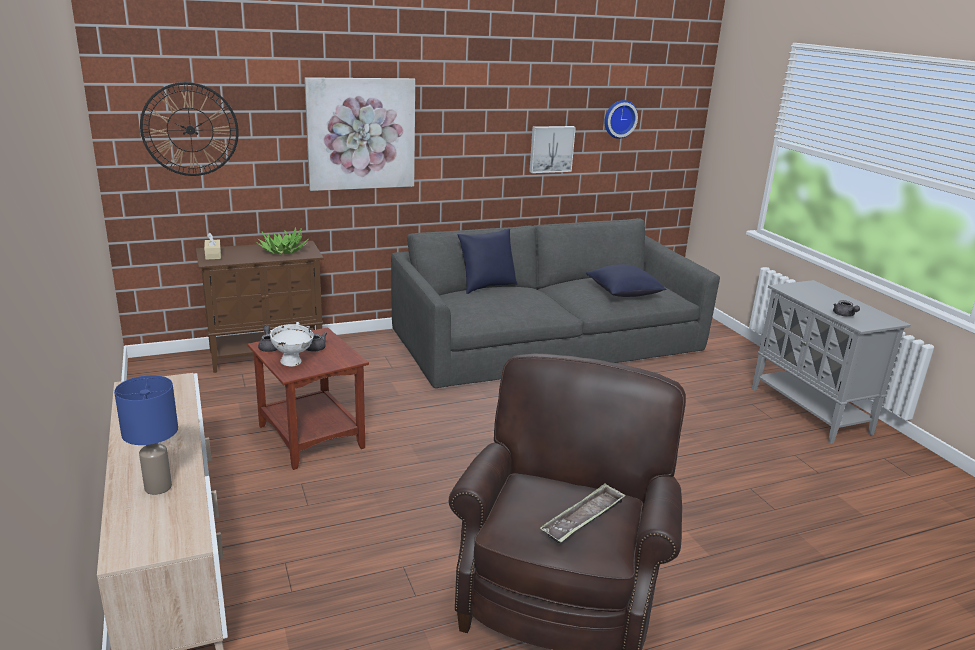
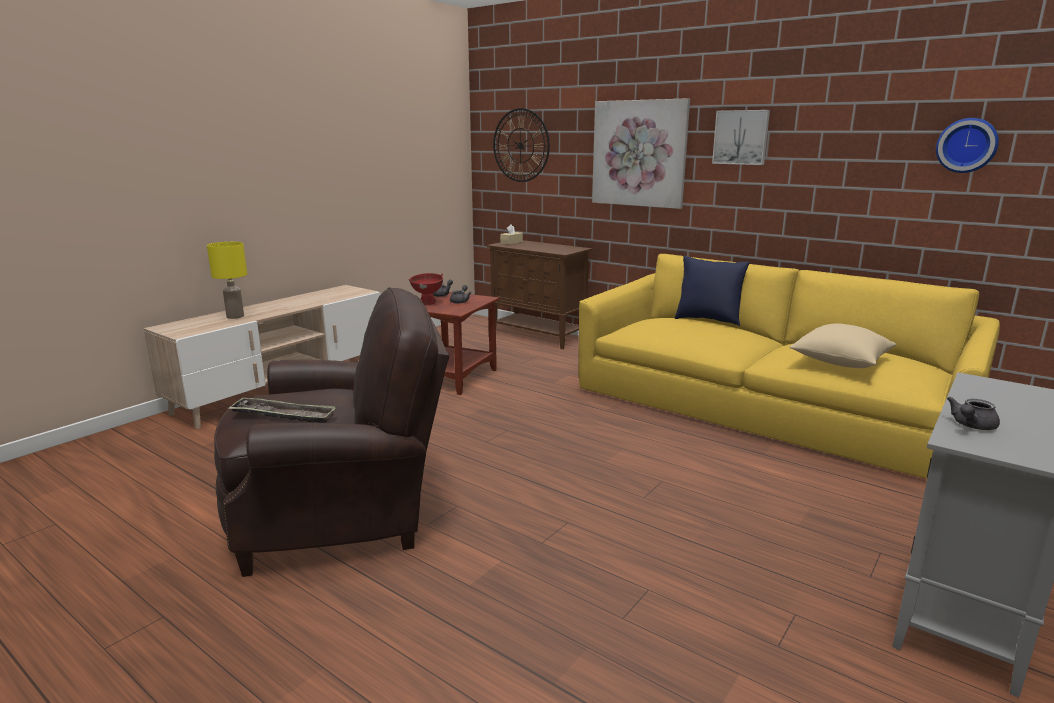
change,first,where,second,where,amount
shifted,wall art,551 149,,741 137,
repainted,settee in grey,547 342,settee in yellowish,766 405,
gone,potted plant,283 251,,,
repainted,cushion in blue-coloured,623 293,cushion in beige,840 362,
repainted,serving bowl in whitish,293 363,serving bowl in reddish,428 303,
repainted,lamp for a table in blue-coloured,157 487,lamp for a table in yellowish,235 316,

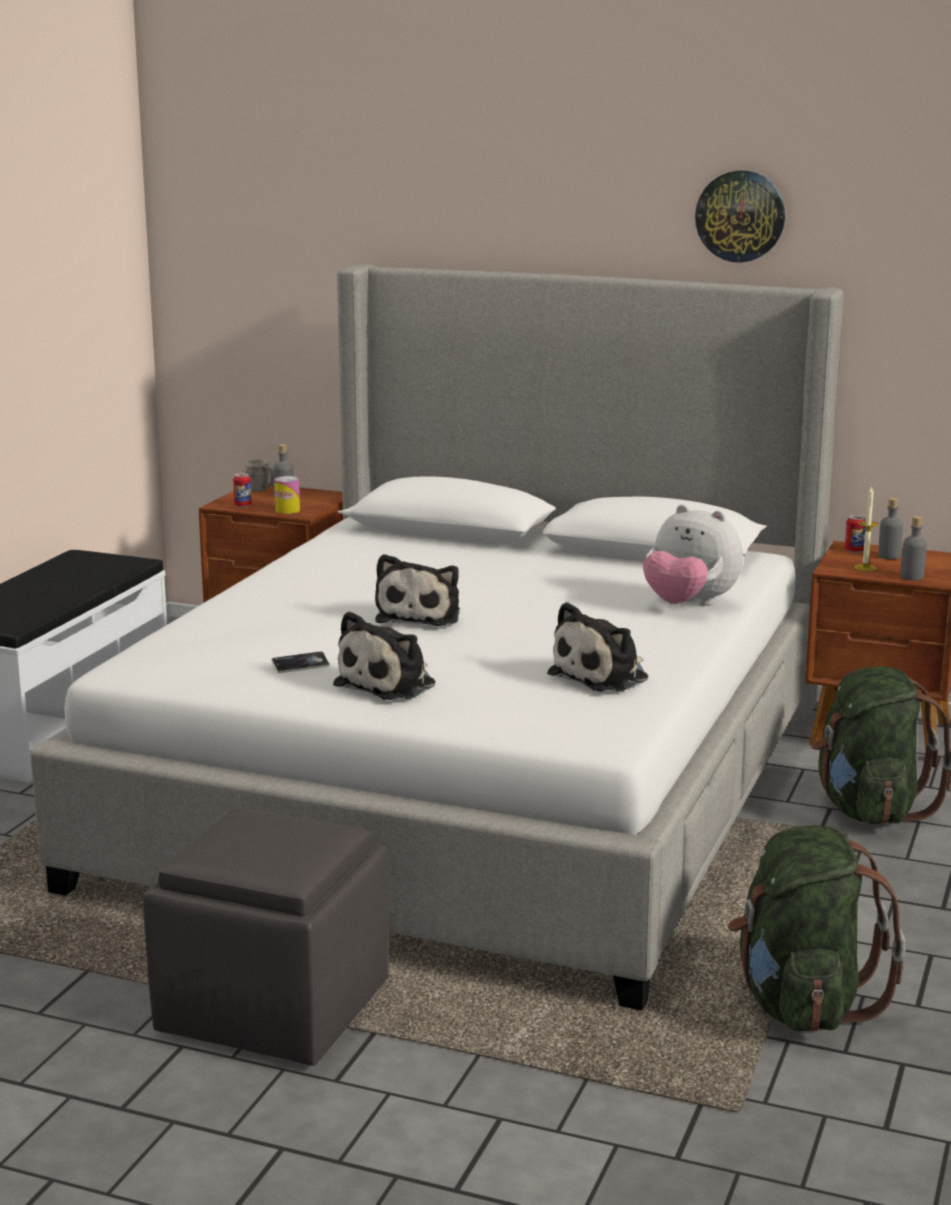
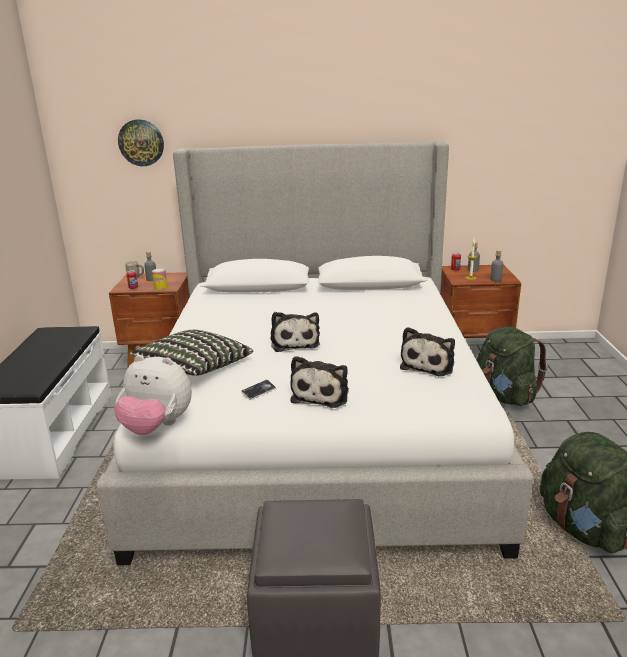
change,first,where,second,where,amount
shifted,wall clock,740 216,,141 142,
shifted,cuddly toy,689 605,,157 427,
new,,,cushion,194 369,

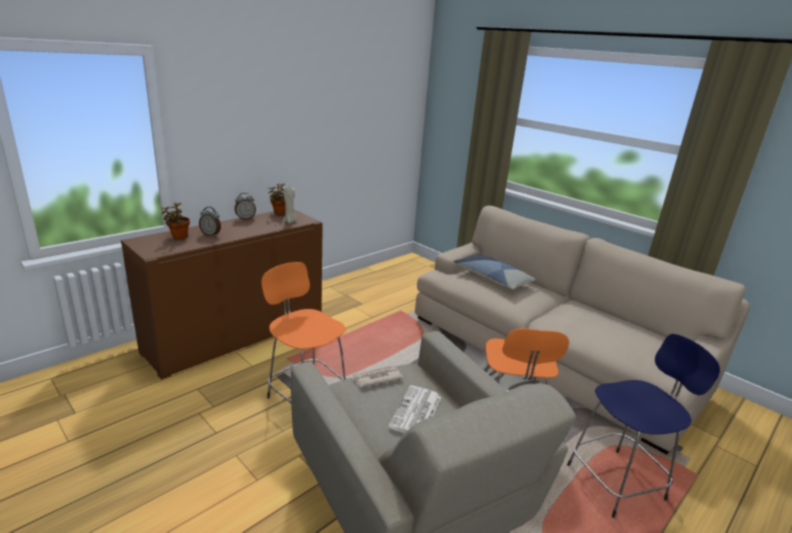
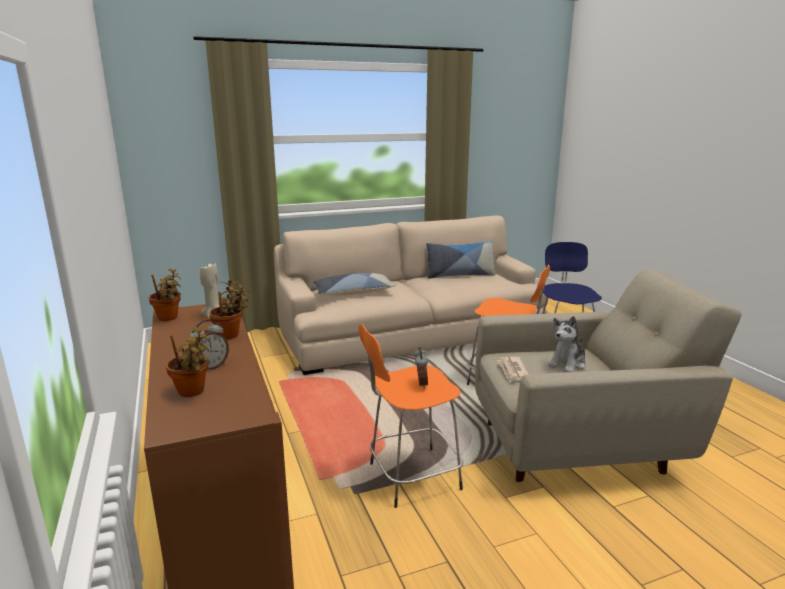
change,first,where,second,where,amount
shifted,bedside clock,245 218,,420 384,
swapped,newspaper,416 412,cuddly toy,567 364,
new,,,cushion,460 275,
new,,,potted plant,230 334,

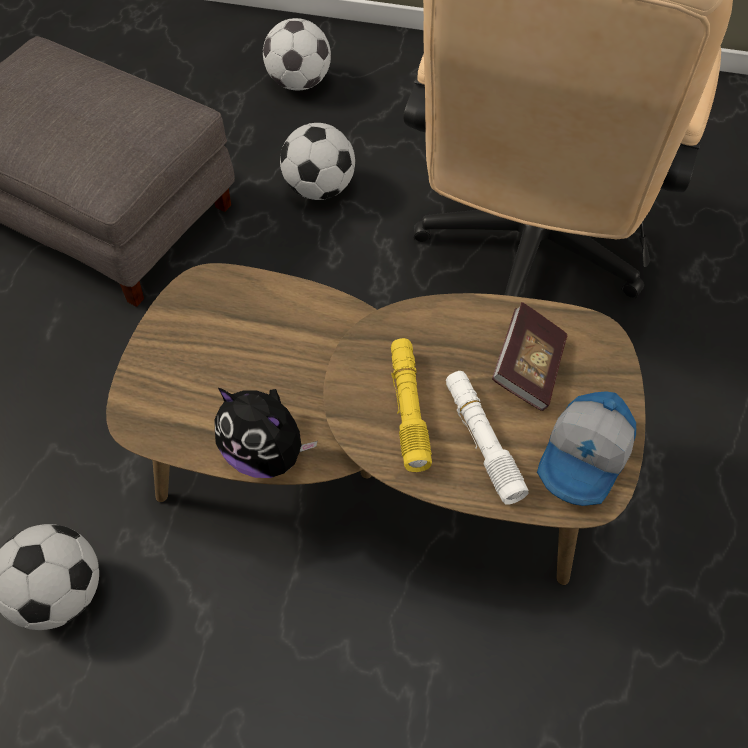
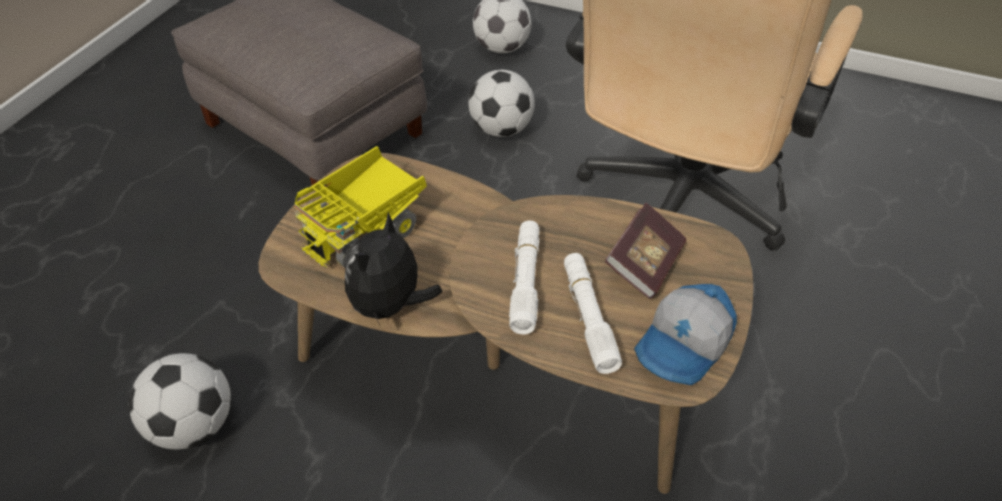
change,first,where,second,where,amount
repainted,hand torch in yellowish,408 409,hand torch in whitish,525 282,
rotated,cuddly toy,266 453,,390 306,75 degrees clockwise
new,,,model truck,366 231,

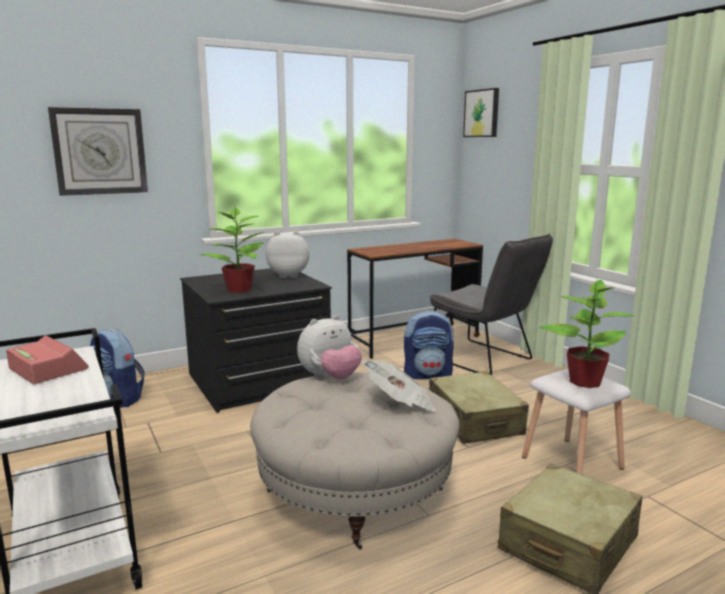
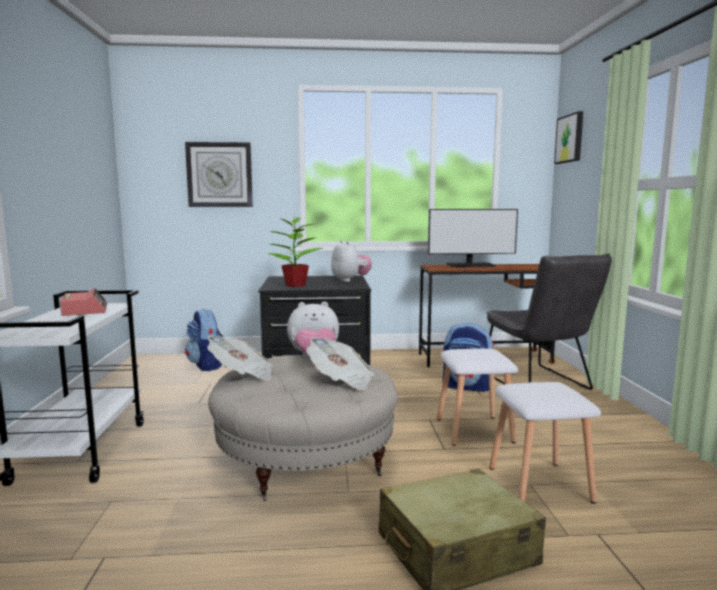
change,first,where,second,where,amount
rotated,cuddly toy,288 275,,350 280,45 degrees clockwise
gone,potted plant,584 381,,,
swapped,suitcase in beige,474 421,stool seat in whitish,473 429,
new,,,monitor,470 265,
new,,,newspaper,242 375,

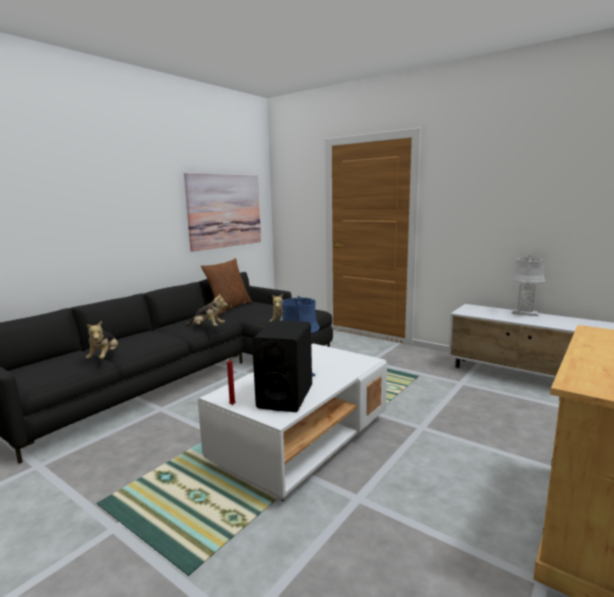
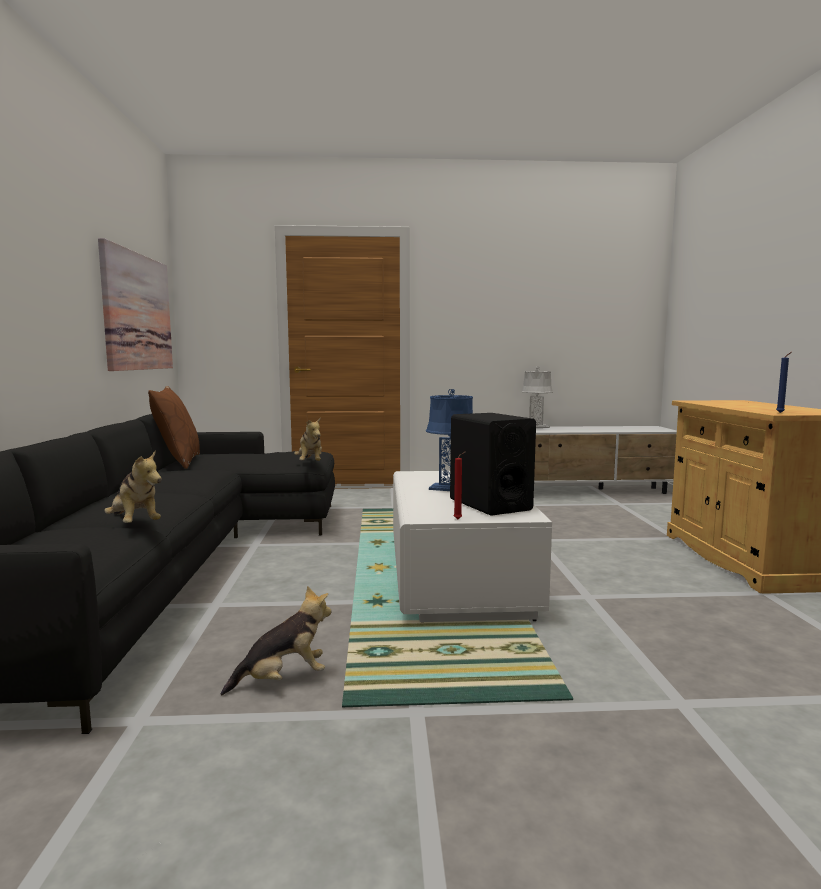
change,first,where,second,where,amount
shifted,cuddly toy,207 327,,283 679,
new,,,wax candle in blue-coloured,781 413,

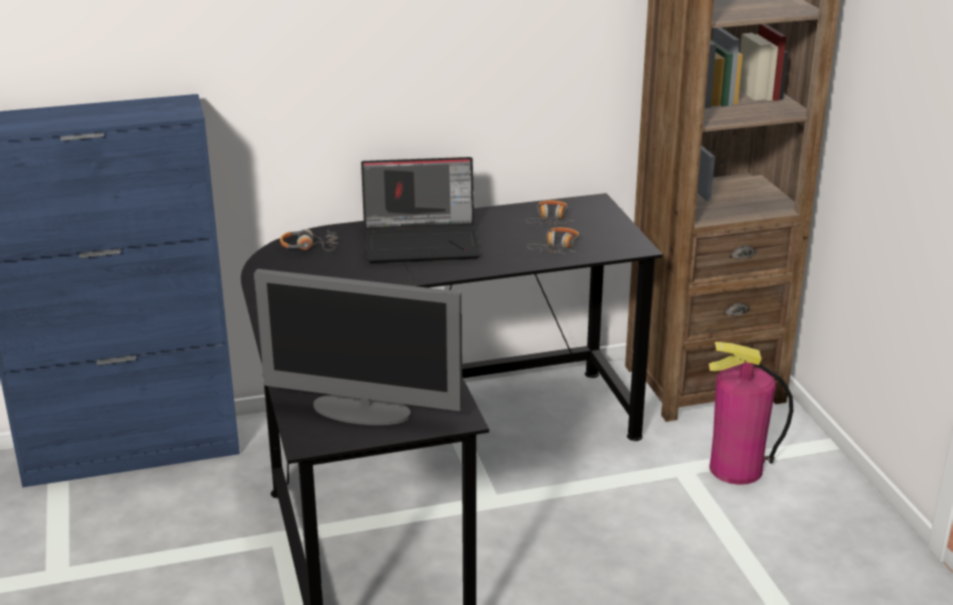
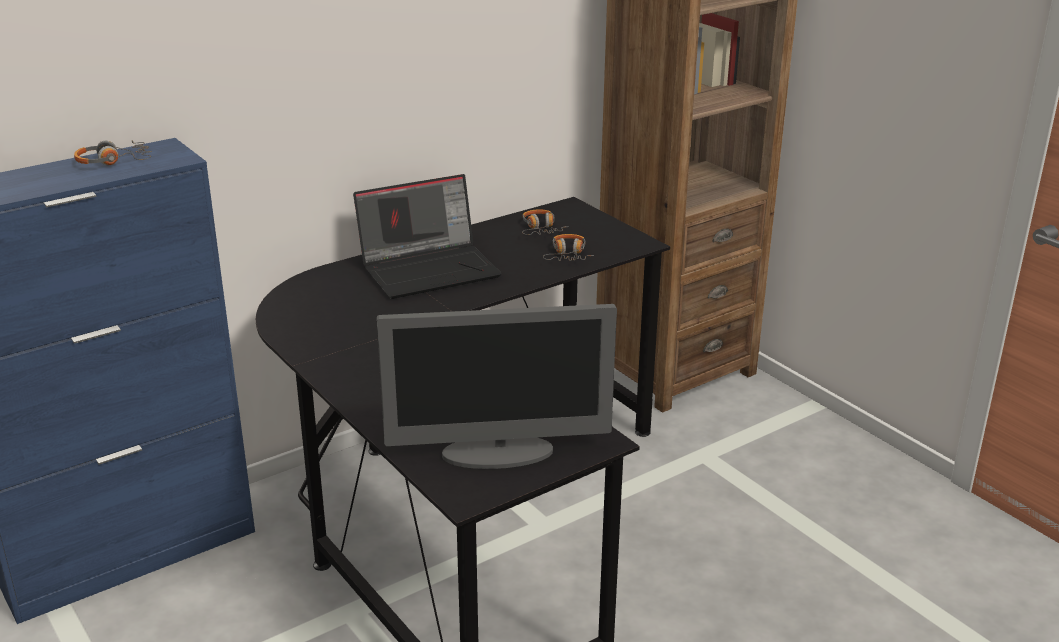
change,first,where,second,where,amount
shifted,headphones,309 246,,114 161,
gone,extinguisher,736 469,,,

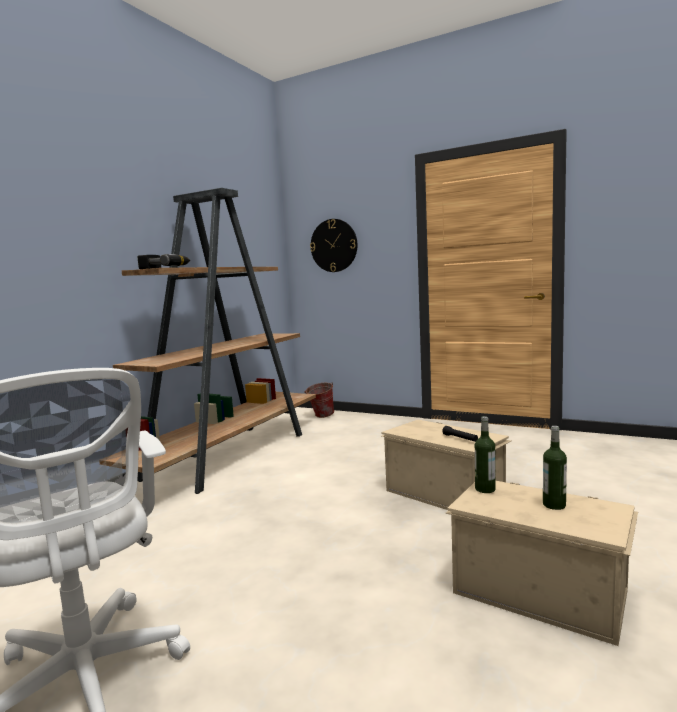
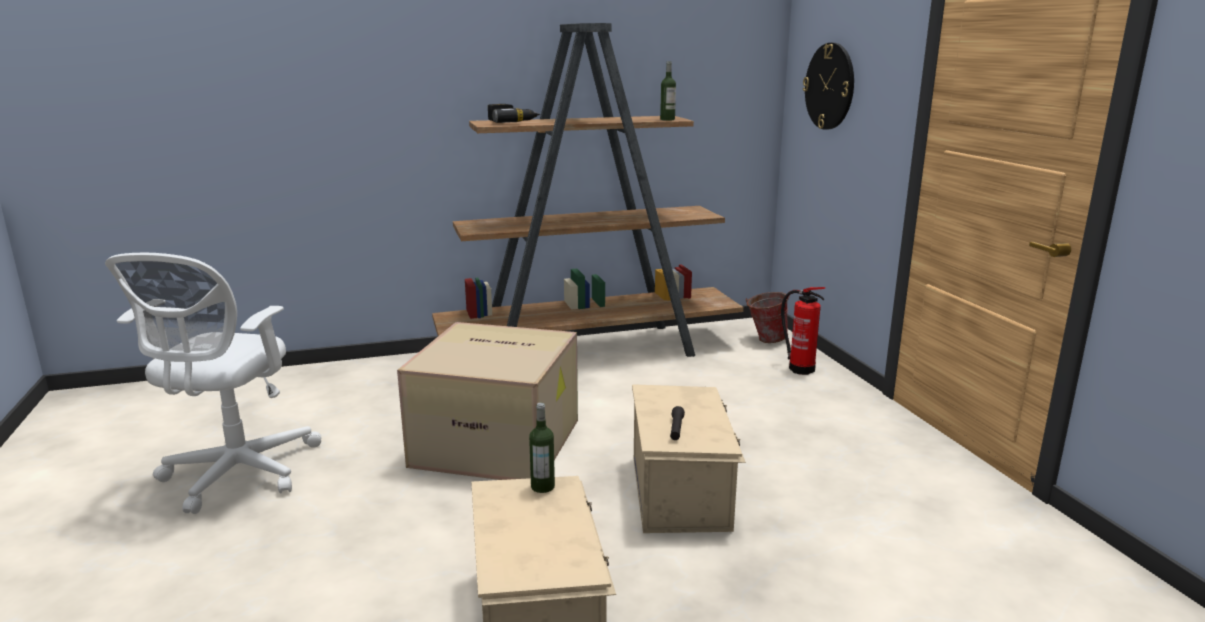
change,first,where,second,where,amount
shifted,drink bottle,554 505,,667 119,
new,,,extinguisher,799 368,
new,,,packing box,499 442,

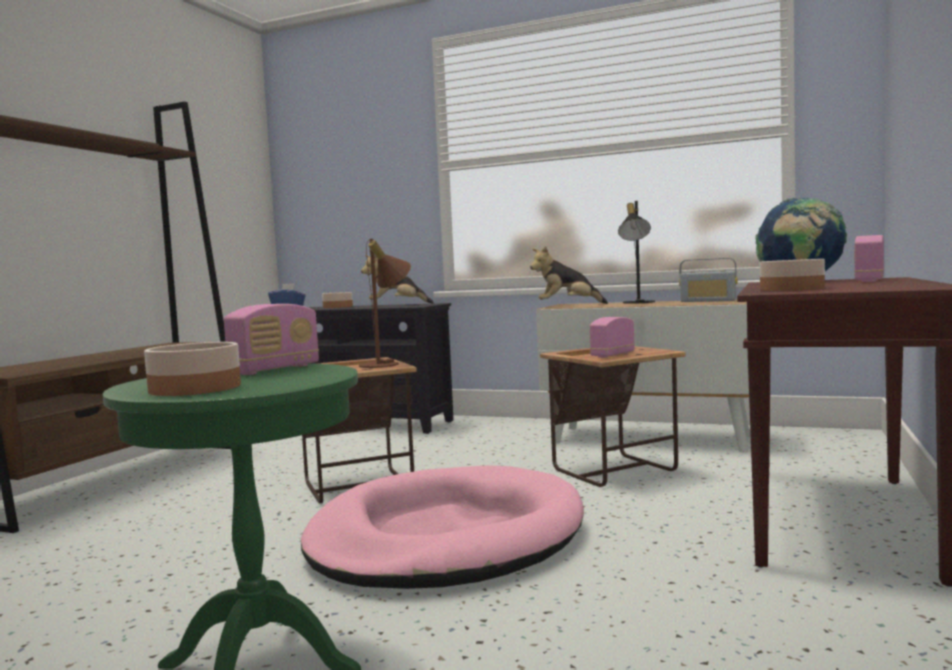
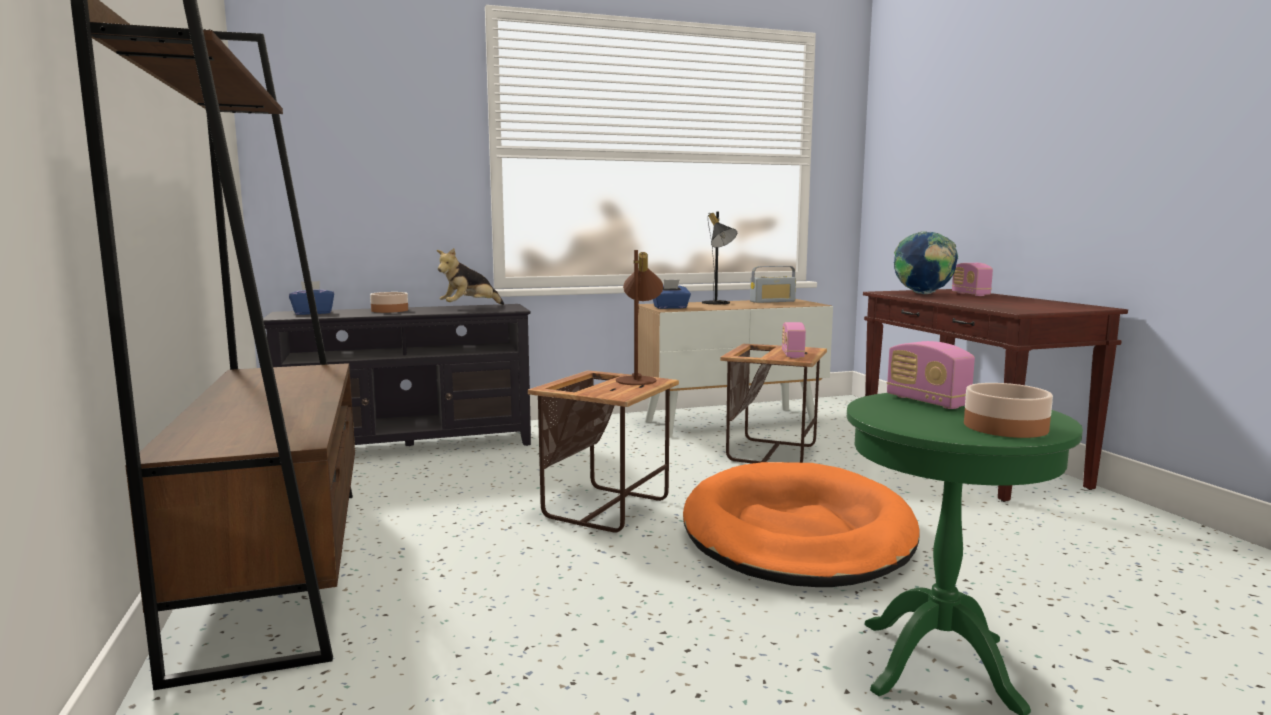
change,first,where,second,where,amount
swapped,cuddly toy,567 306,tissue holder in blue-coloured,670 307,
gone,serving bowl,790 289,,,
rotated,radio,275 369,,927 401,150 degrees clockwise
repainted,dog bed in pinkish,446 538,dog bed in orangey,797 533,

